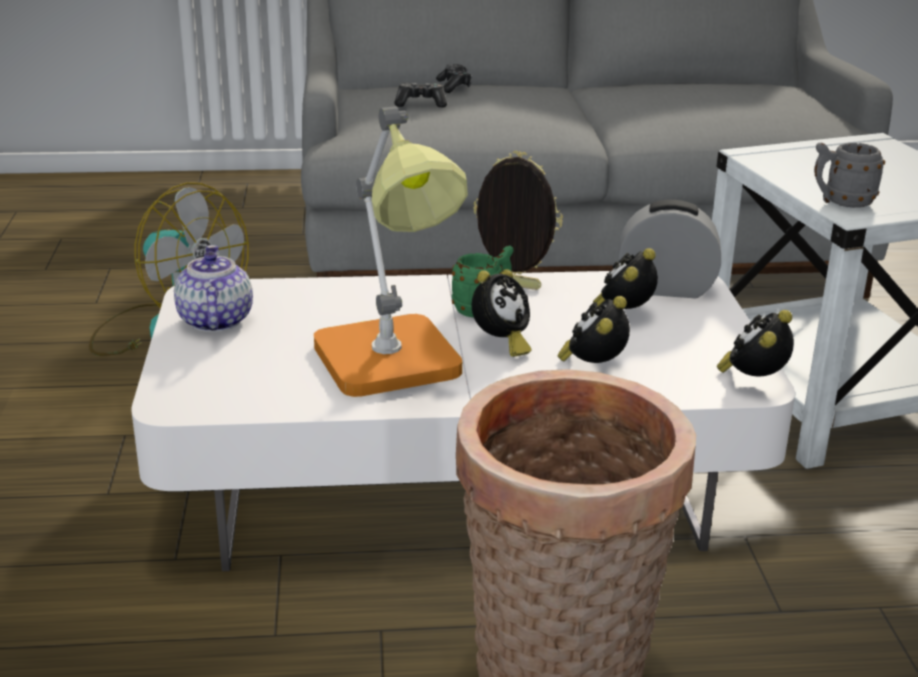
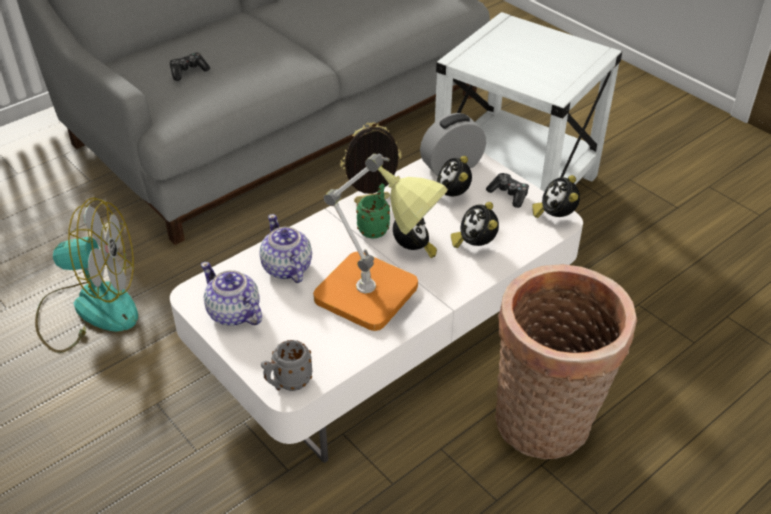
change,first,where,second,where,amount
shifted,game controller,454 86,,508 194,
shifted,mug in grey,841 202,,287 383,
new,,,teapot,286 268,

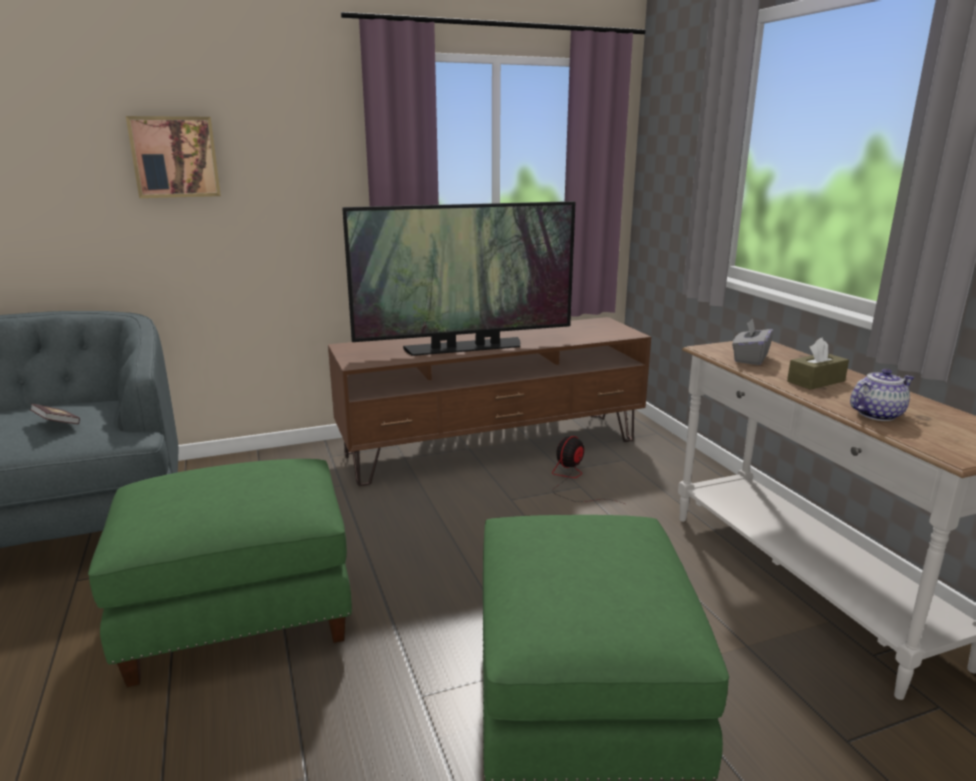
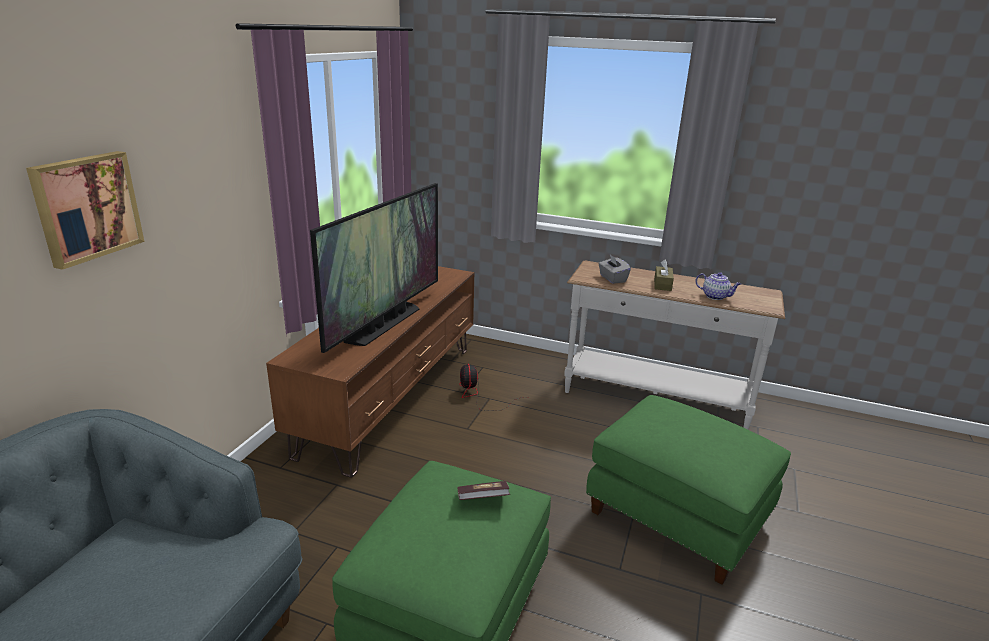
change,first,where,second,where,amount
rotated,teapot,877 414,,715 296,105 degrees clockwise
shifted,book,57 424,,482 499,

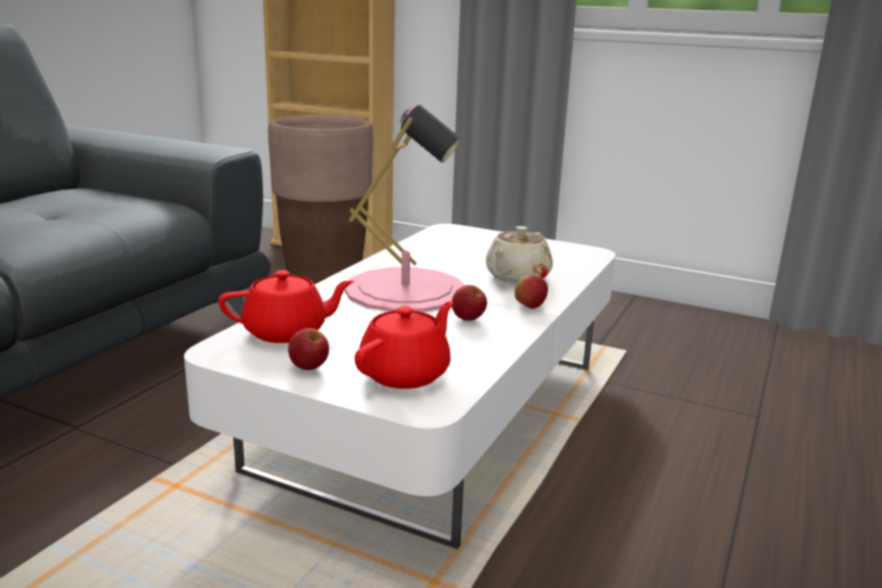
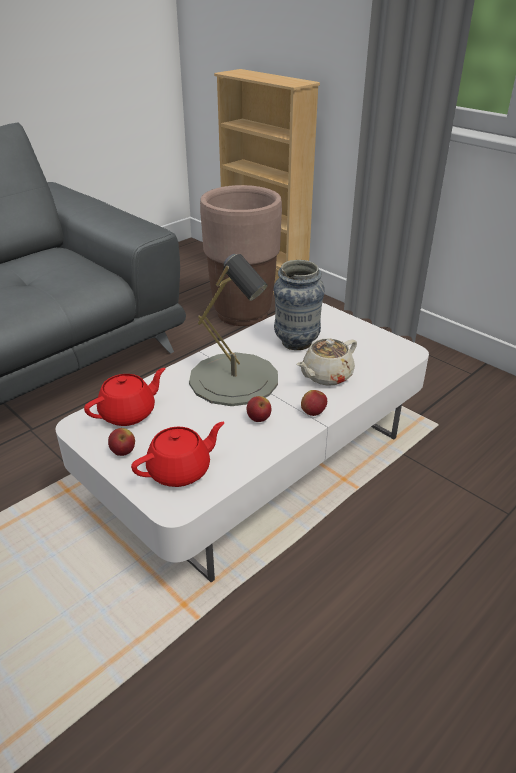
change,first,where,second,where,amount
repainted,lamp for a table in pinkish,405 289,lamp for a table in grey,234 378,
rotated,teapot in reddish,287 332,,129 413,45 degrees counterclockwise
new,,,decorative vase,296 343,

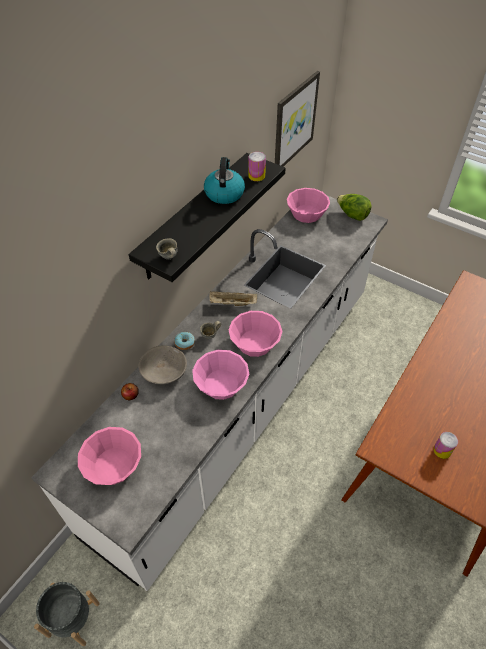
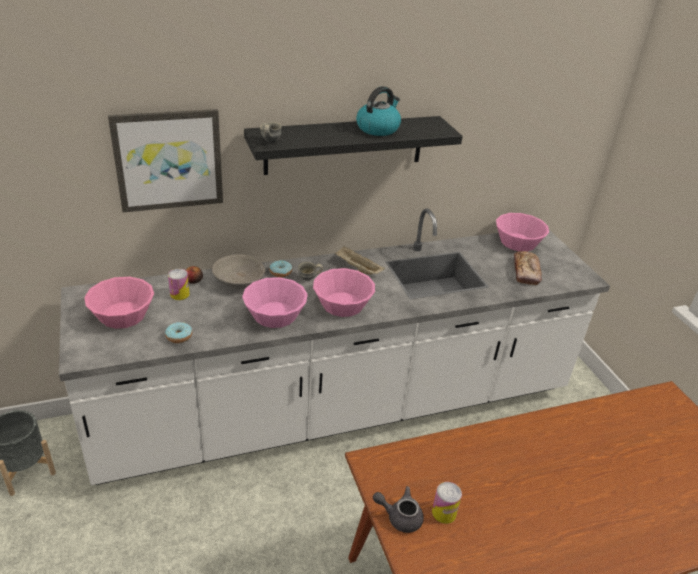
change,first,where,second,where,amount
shifted,wall art,294 121,,168 160,
shifted,sealed can,256 176,,179 294,
gone,lettuce head,352 215,,,
new,,,bakery bread,526 272,
new,,,doughnut,179 336,
new,,,teapot in grey,399 516,

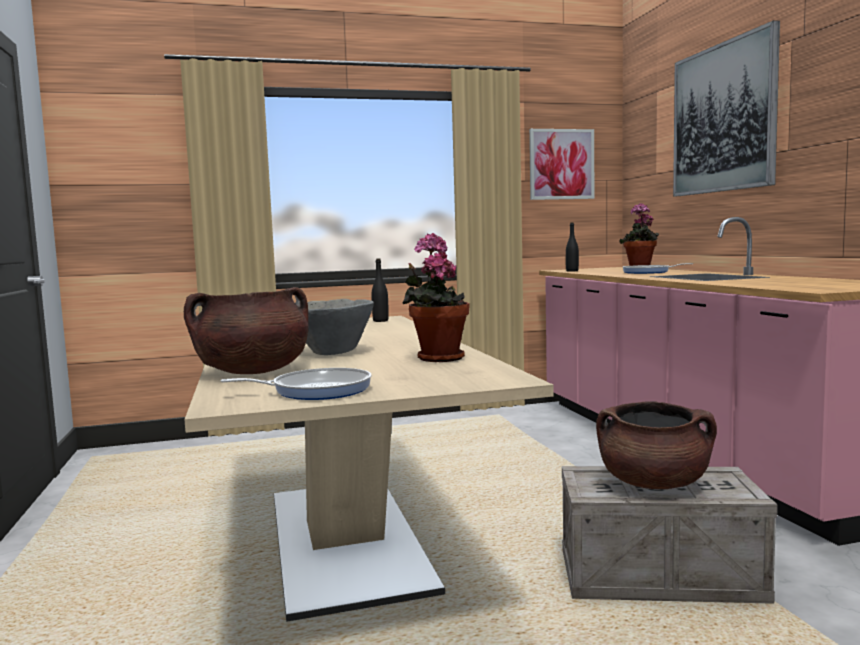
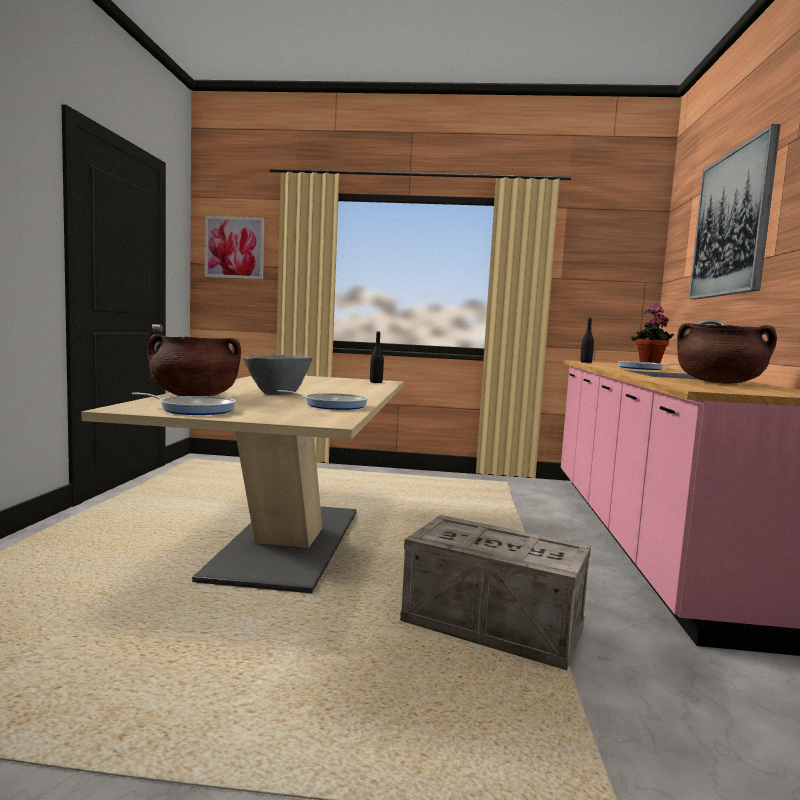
change,first,where,second,where,amount
shifted,wall art,561 164,,234 248,
swapped,potted plant,437 358,frying pan,332 405,
shifted,stockpot in brown-coloured,654 484,,719 383,

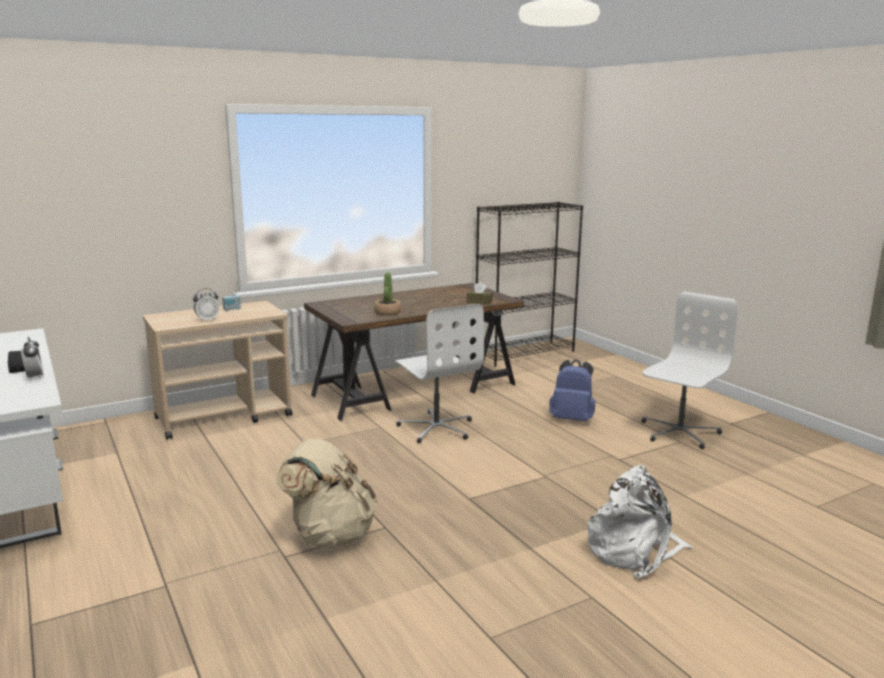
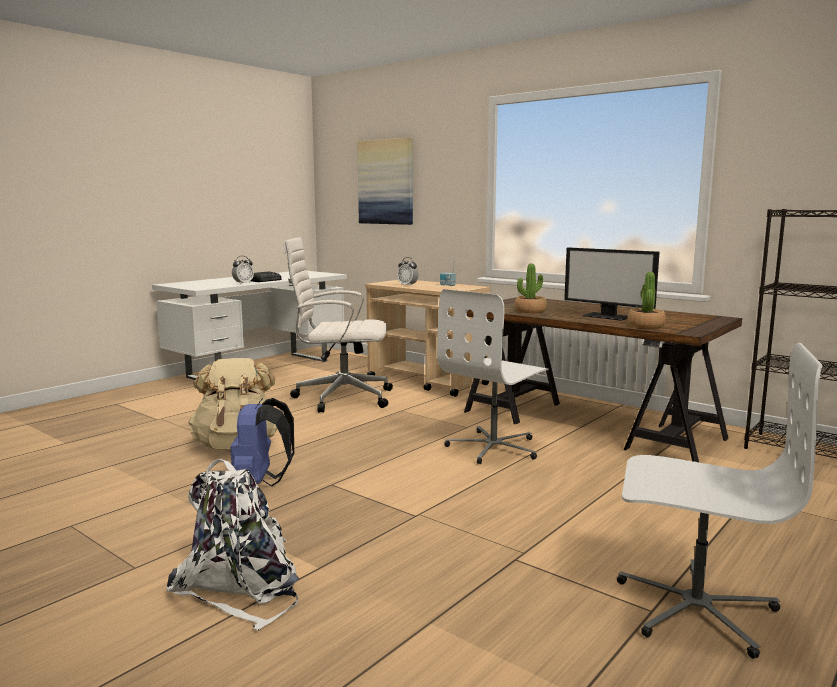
change,first,where,second,where,amount
swapped,tissue holder in brown-coloured,479 302,potted plant,645 326,
shifted,knapsack in blue-coloured,572 419,,260 482,
new,,,wall art,386 182,
new,,,computer chair in whitish,340 398,
new,,,monitor,608 316,

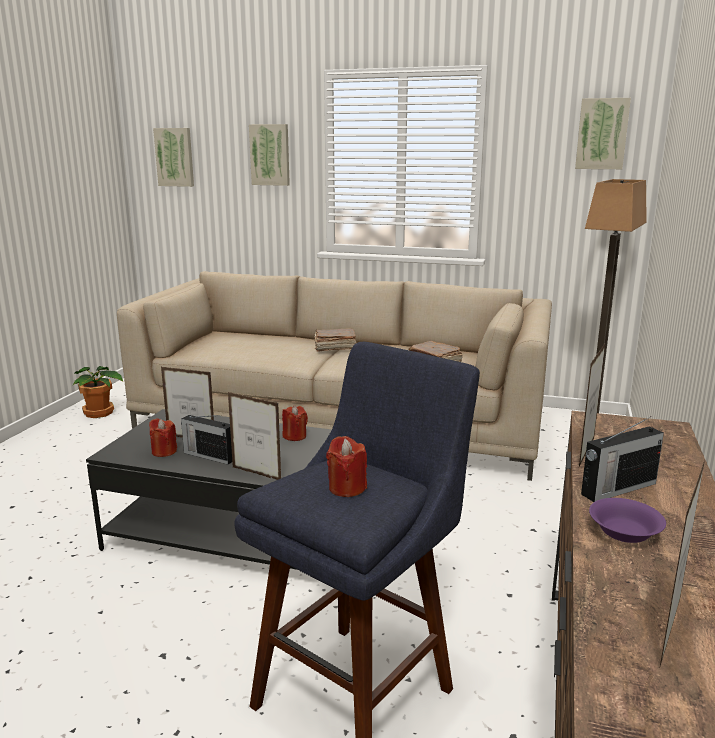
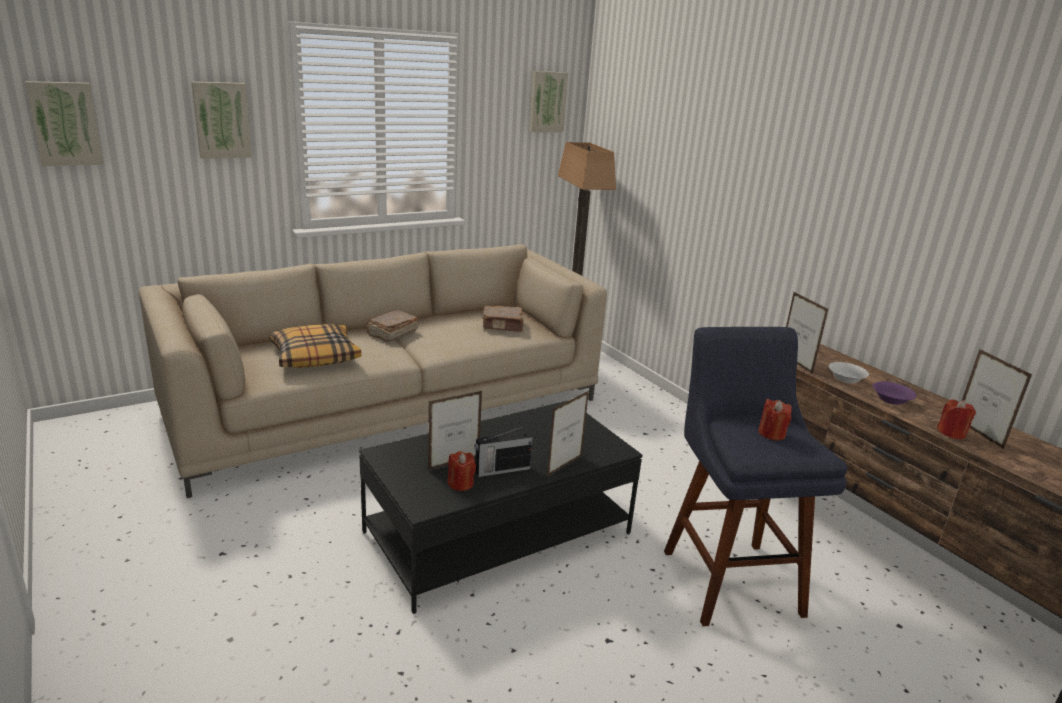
change,first,where,second,where,amount
gone,potted plant,99 413,,,
rotated,picture frame,256 474,,564 466,150 degrees clockwise
shifted,wax candle in reddish,294 436,,951 433,
swapped,radio,617 489,serving bowl in whitish,845 379,
new,,,cushion,315 356,

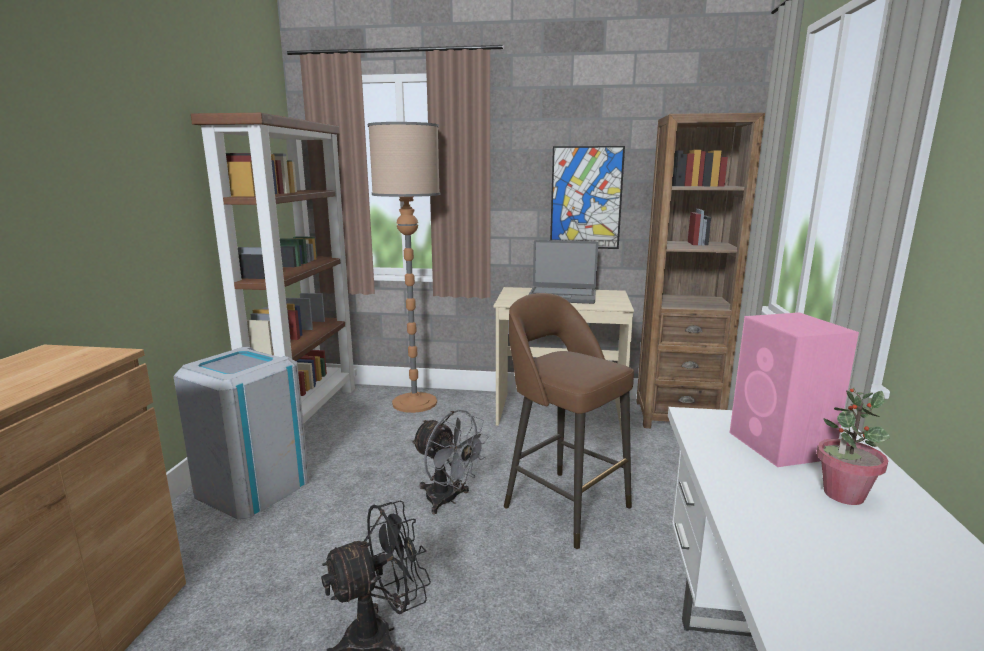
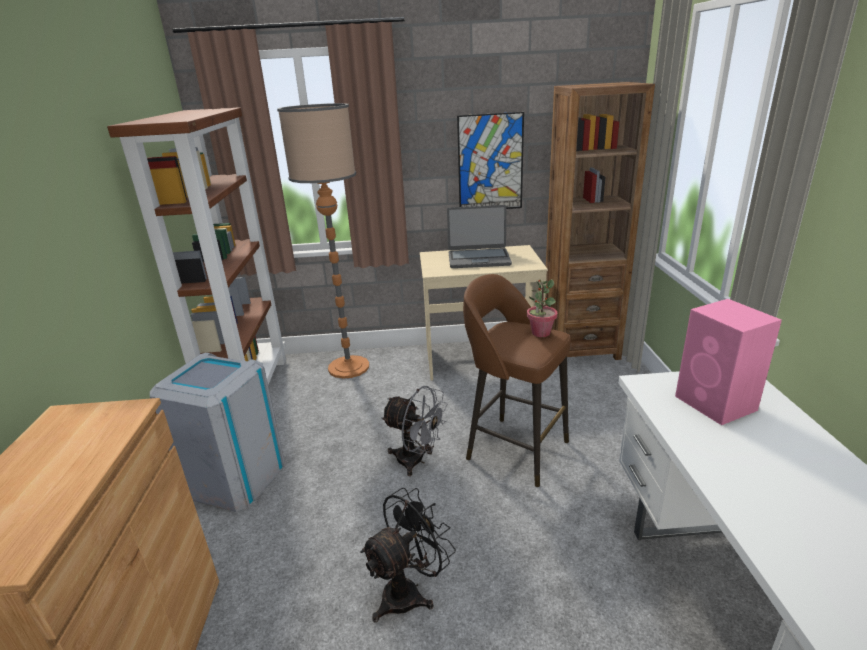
change,first,where,second,where,amount
shifted,potted plant,843 494,,540 333,

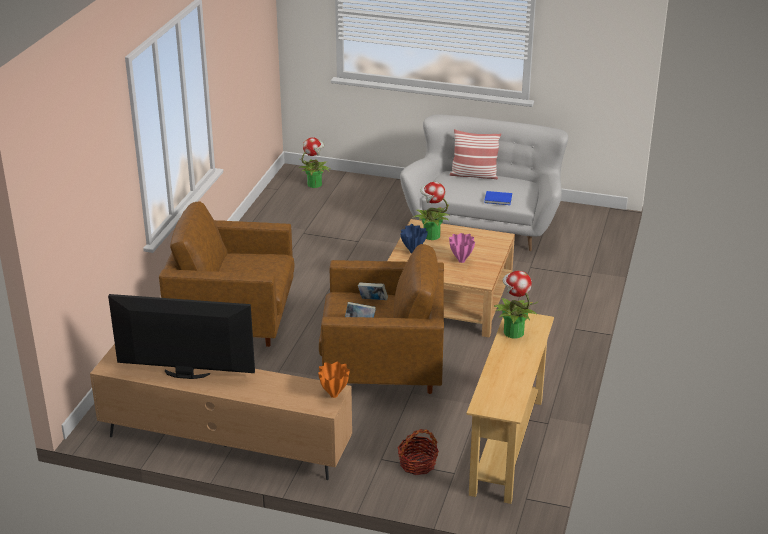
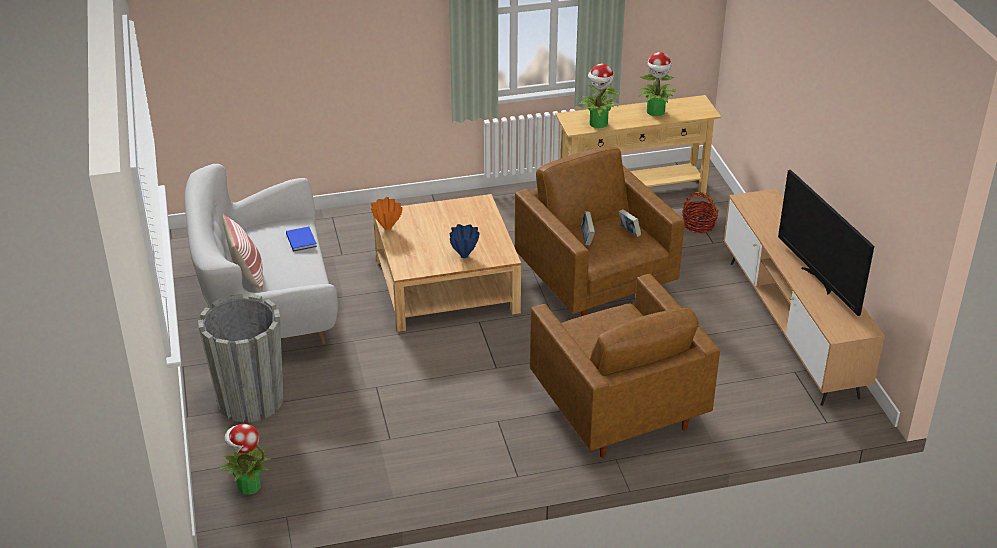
change,first,where,second,where,amount
shifted,potted plant,431 235,,656 112,
gone,decorative vase in pinkish,461 261,,,
shifted,decorative vase in orangey,334 395,,387 228,
new,,,plant pot in grey,250 400,

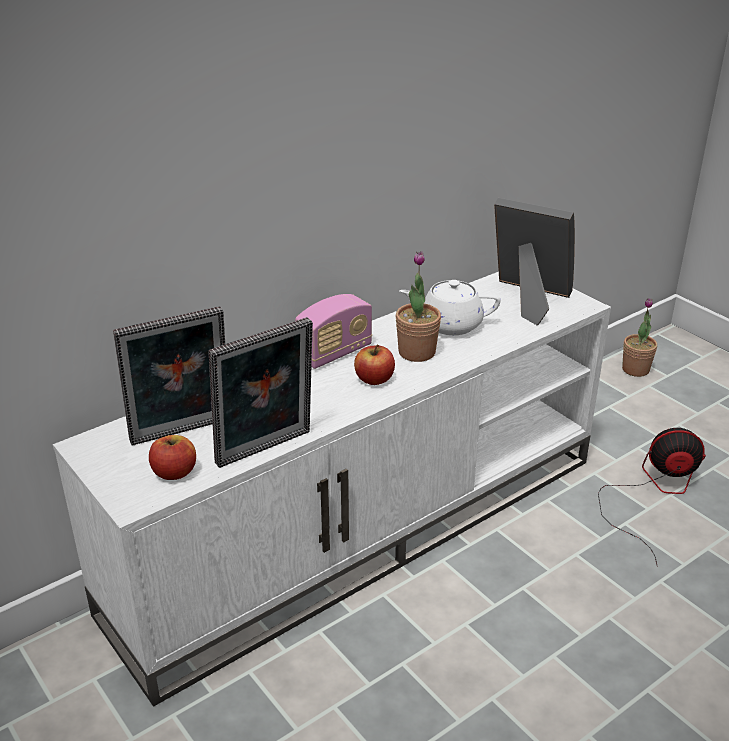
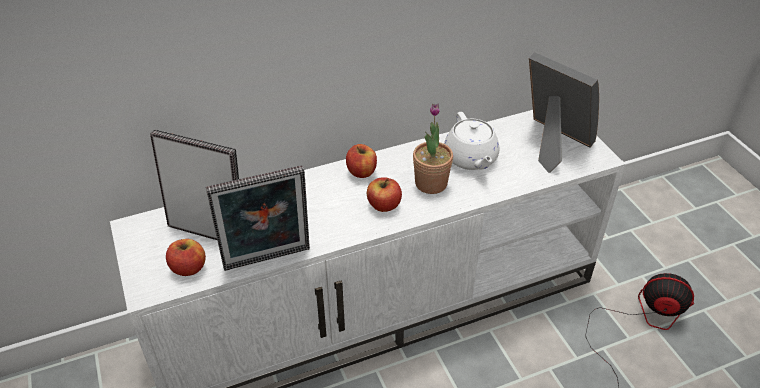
change,first,where,second,where,amount
rotated,teapot in whitish,449 324,,470 159,120 degrees counterclockwise
swapped,radio,334 353,apple,361 172,
gone,potted plant,635 369,,,
rotated,picture frame,182 433,,209 230,150 degrees counterclockwise

